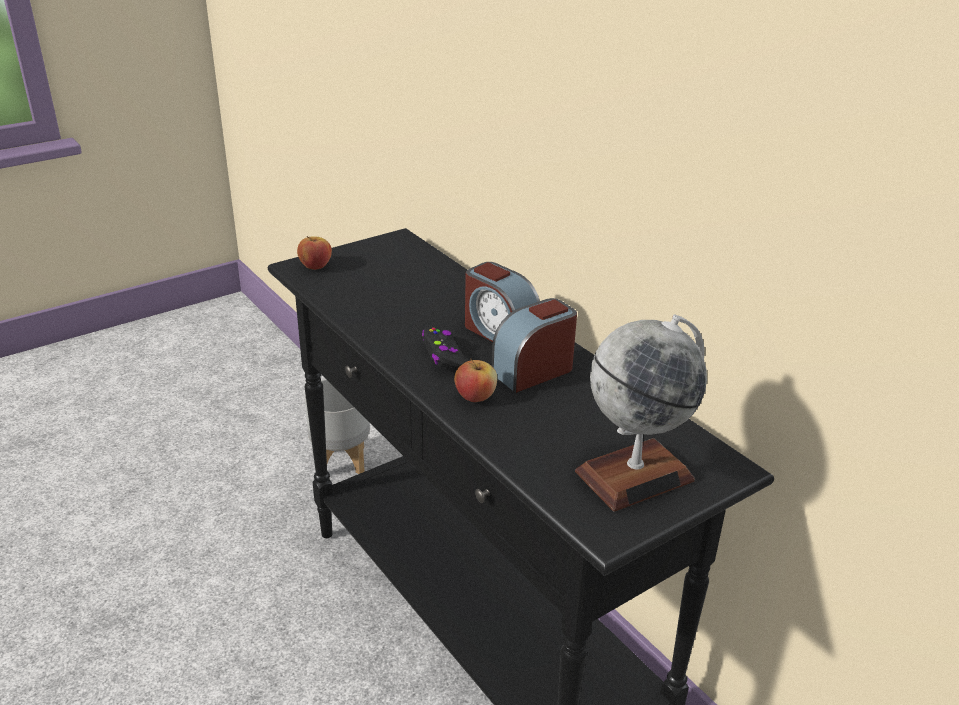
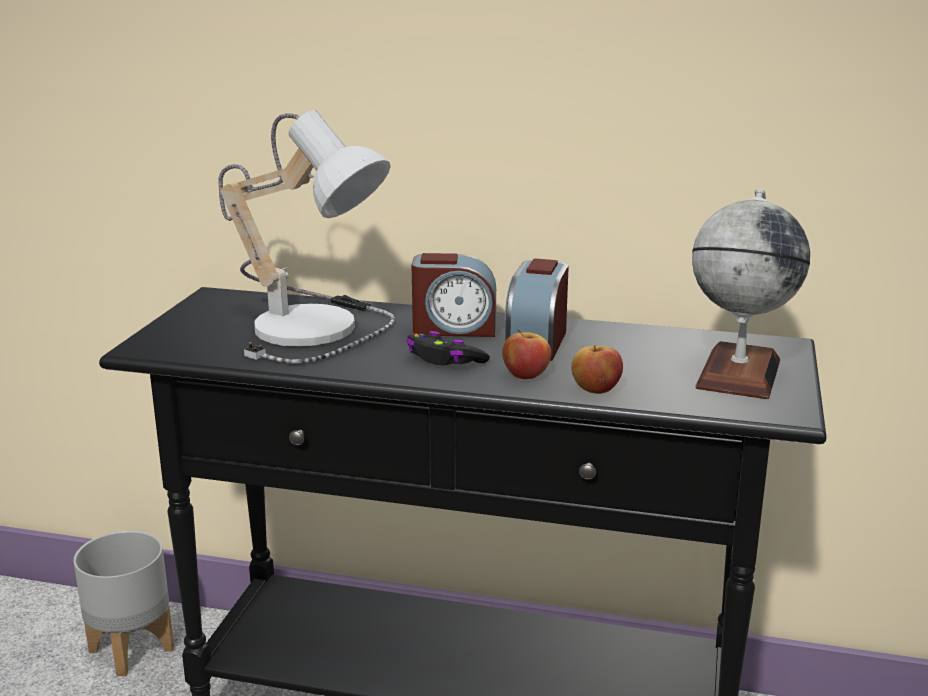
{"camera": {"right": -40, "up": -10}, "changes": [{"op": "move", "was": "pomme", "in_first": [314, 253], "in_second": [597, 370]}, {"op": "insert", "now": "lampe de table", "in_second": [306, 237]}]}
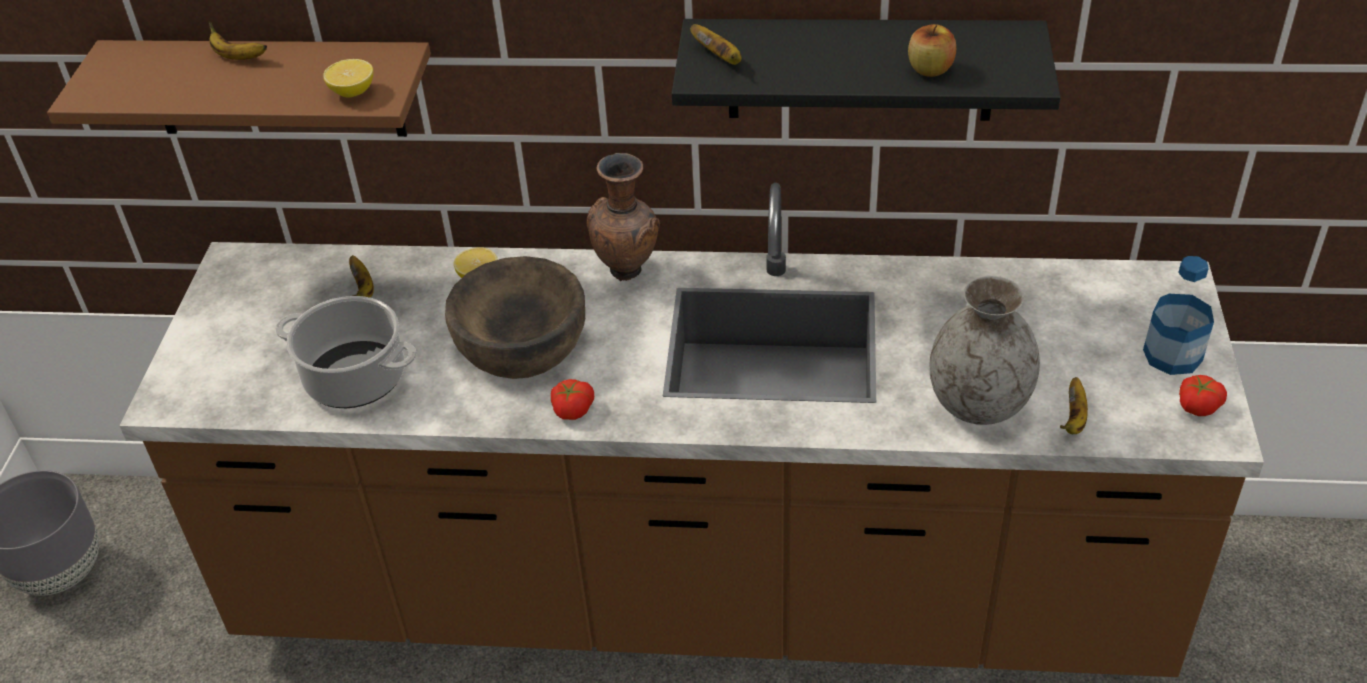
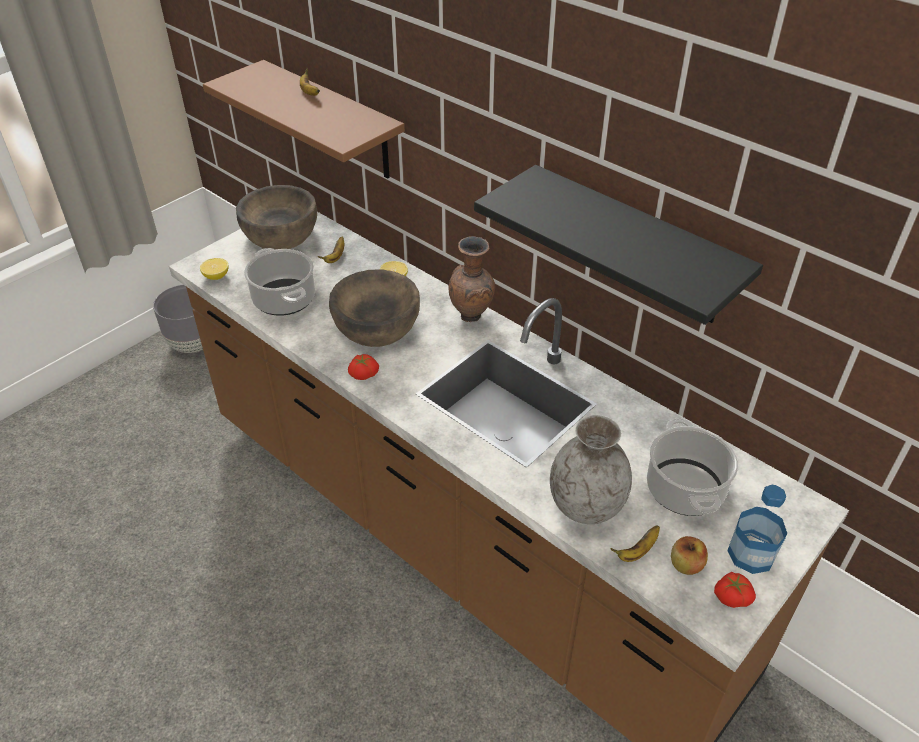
{"camera": {"right": 35, "up": 0}, "changes": [{"op": "delete", "was": "banane", "in_first": [716, 44]}, {"op": "move", "was": "pomme", "in_first": [932, 50], "in_second": [689, 555]}, {"op": "move", "was": "citron", "in_first": [348, 78], "in_second": [214, 269]}, {"op": "insert", "now": "bol/marron", "in_second": [276, 217]}, {"op": "insert", "now": "marmite", "in_second": [692, 467]}]}
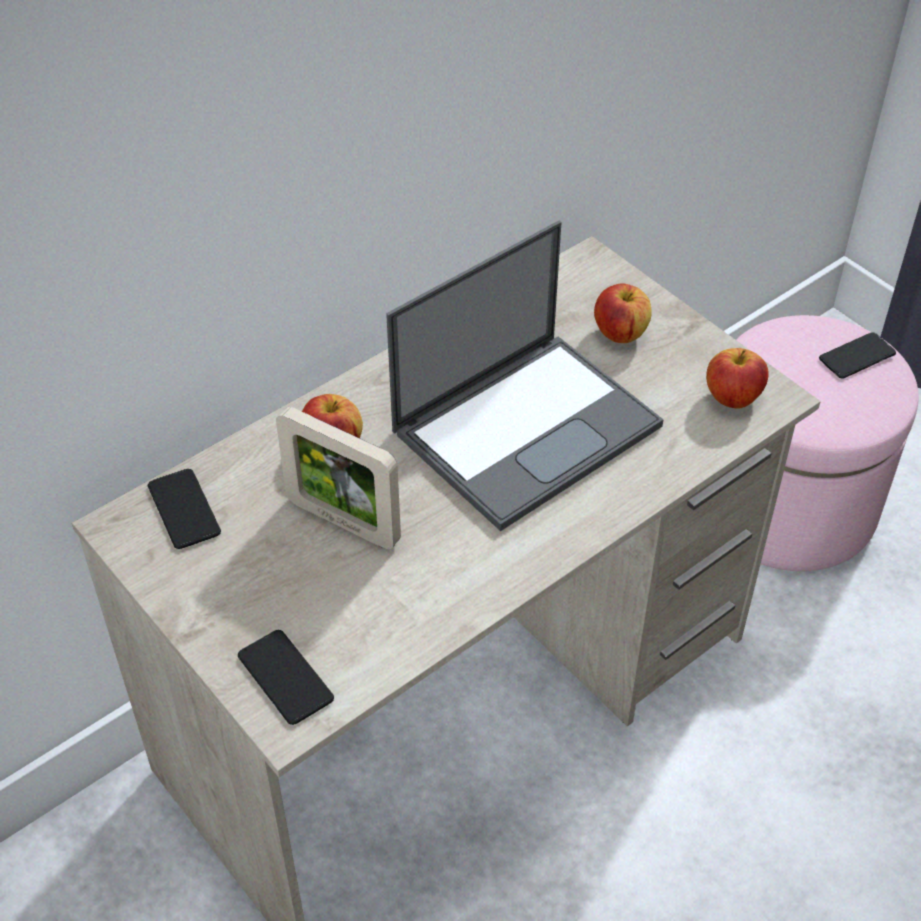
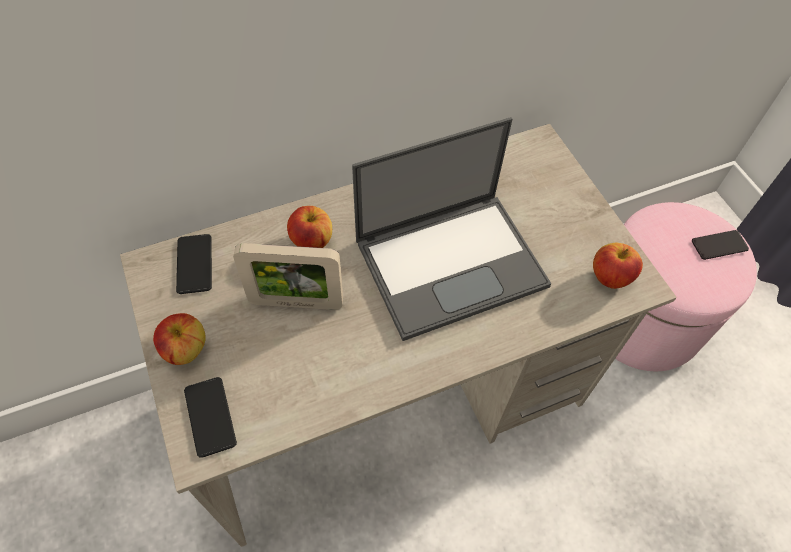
{"camera": {"right": 15, "up": 10}, "changes": [{"op": "move", "was": "pomme", "in_first": [623, 313], "in_second": [179, 339]}, {"op": "rotate", "was": "cadre photo", "in_first": [338, 478], "in_second": [288, 276], "clockwise": -45}]}
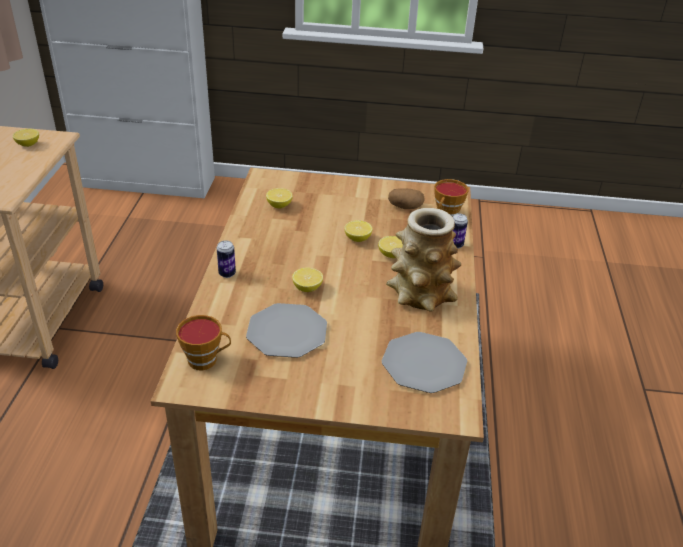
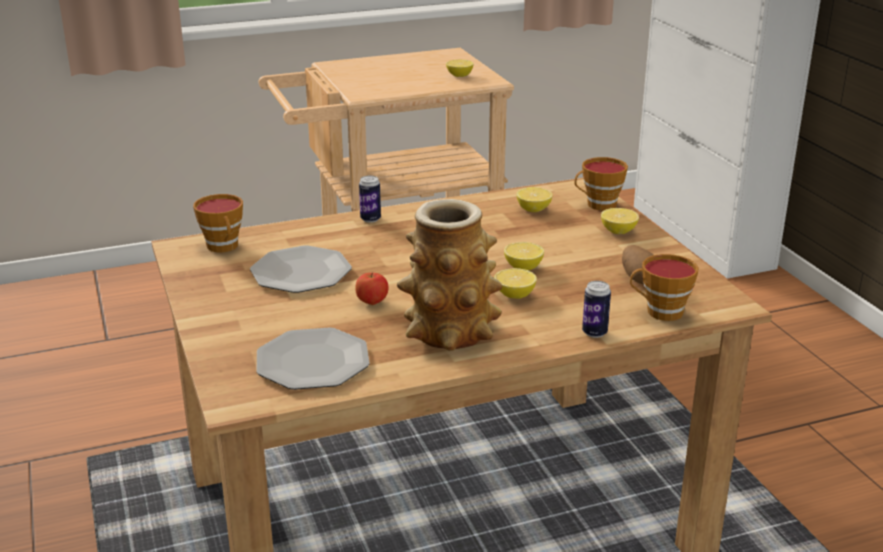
{"camera": {"right": 65, "up": -10}, "changes": [{"op": "move", "was": "citron", "in_first": [307, 280], "in_second": [620, 221]}, {"op": "insert", "now": "tasse", "in_second": [601, 184]}, {"op": "insert", "now": "pomme", "in_second": [372, 289]}]}
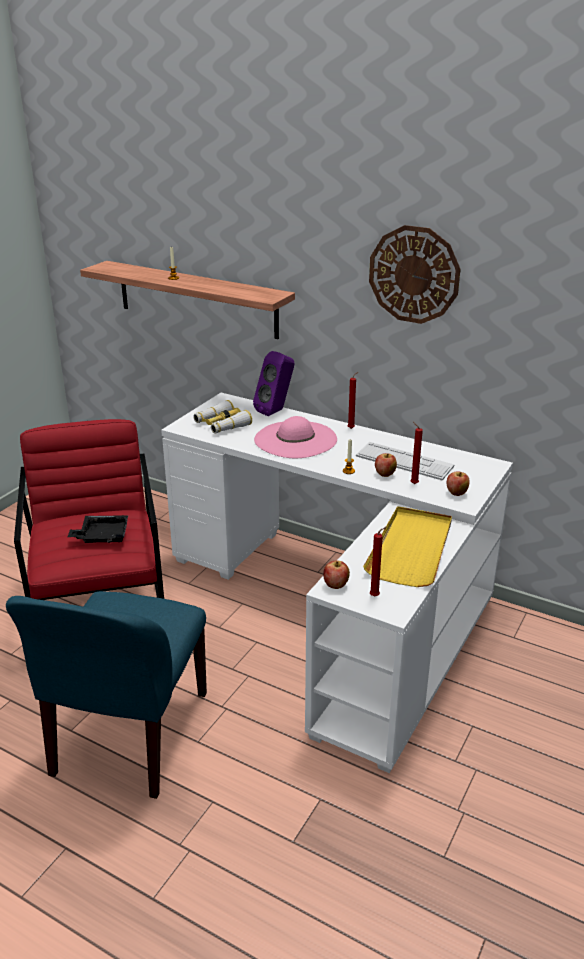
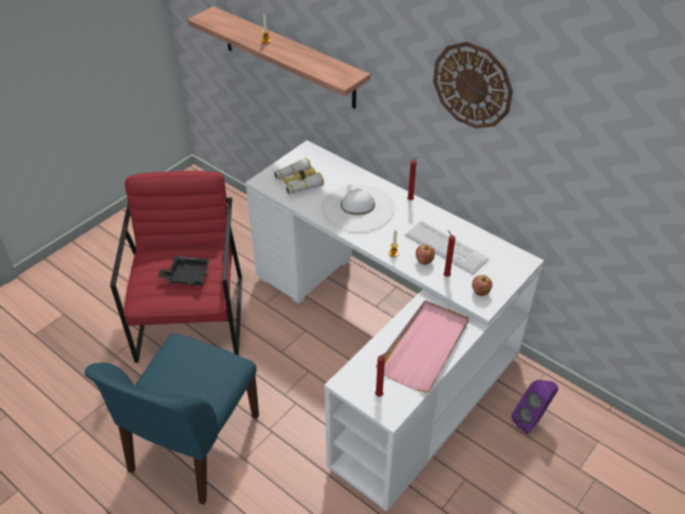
{"camera": {"right": 10, "up": 15}, "changes": [{"op": "move", "was": "enceinte/violet", "in_first": [274, 383], "in_second": [534, 407]}, {"op": "recolor", "was": "chapeau/rose", "now": "chapeau/blanc", "in_first": [295, 437], "in_second": [358, 209]}, {"op": "recolor", "was": "plateau/jaune", "now": "plateau/rose", "in_first": [407, 546], "in_second": [422, 346]}, {"op": "delete", "was": "pomme", "in_first": [336, 574]}]}
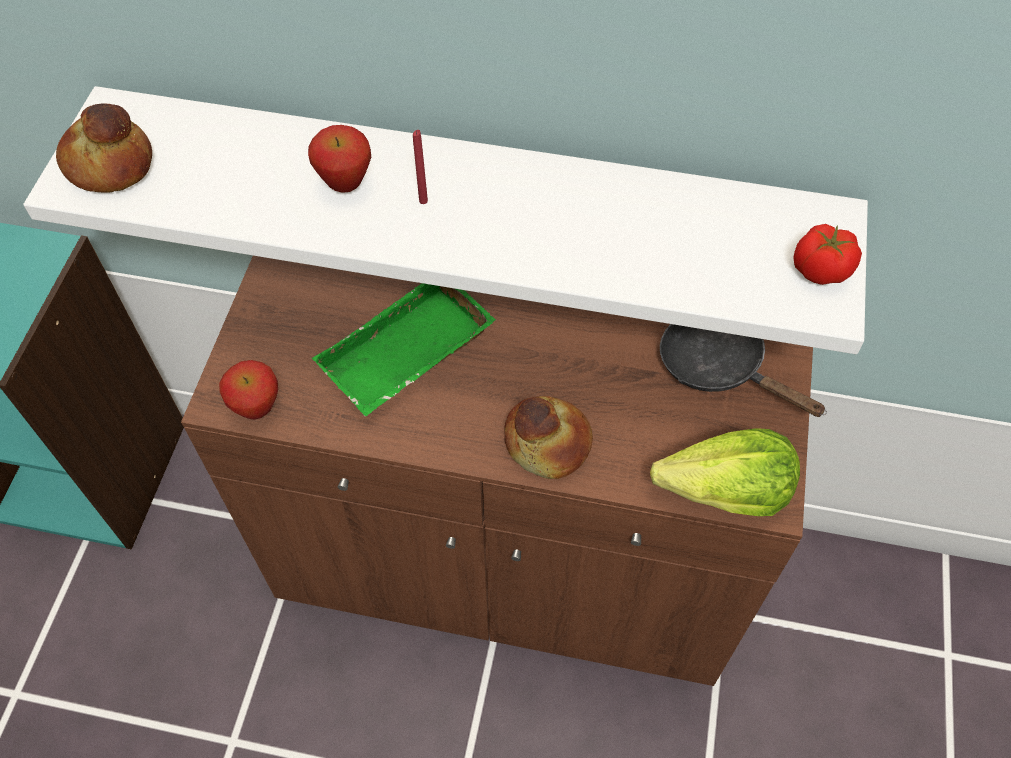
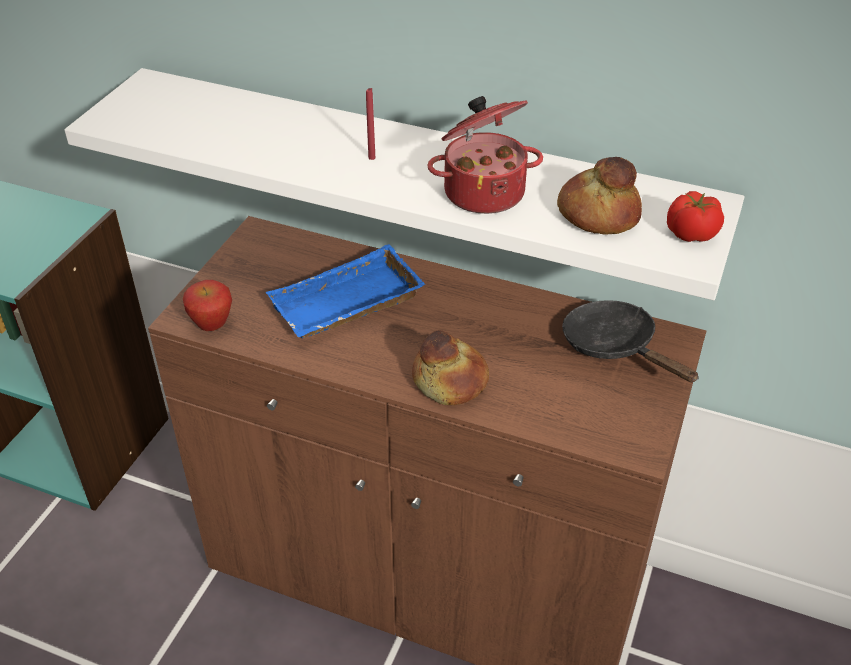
{"camera": {"right": 10, "up": -15}, "changes": [{"op": "move", "was": "pain", "in_first": [104, 148], "in_second": [599, 196]}, {"op": "delete", "was": "pomme", "in_first": [339, 159]}, {"op": "recolor", "was": "plateau/vert", "now": "plateau/bleu", "in_first": [404, 349], "in_second": [346, 291]}, {"op": "delete", "was": "laitue", "in_first": [725, 472]}, {"op": "insert", "now": "marmite", "in_second": [485, 155]}]}
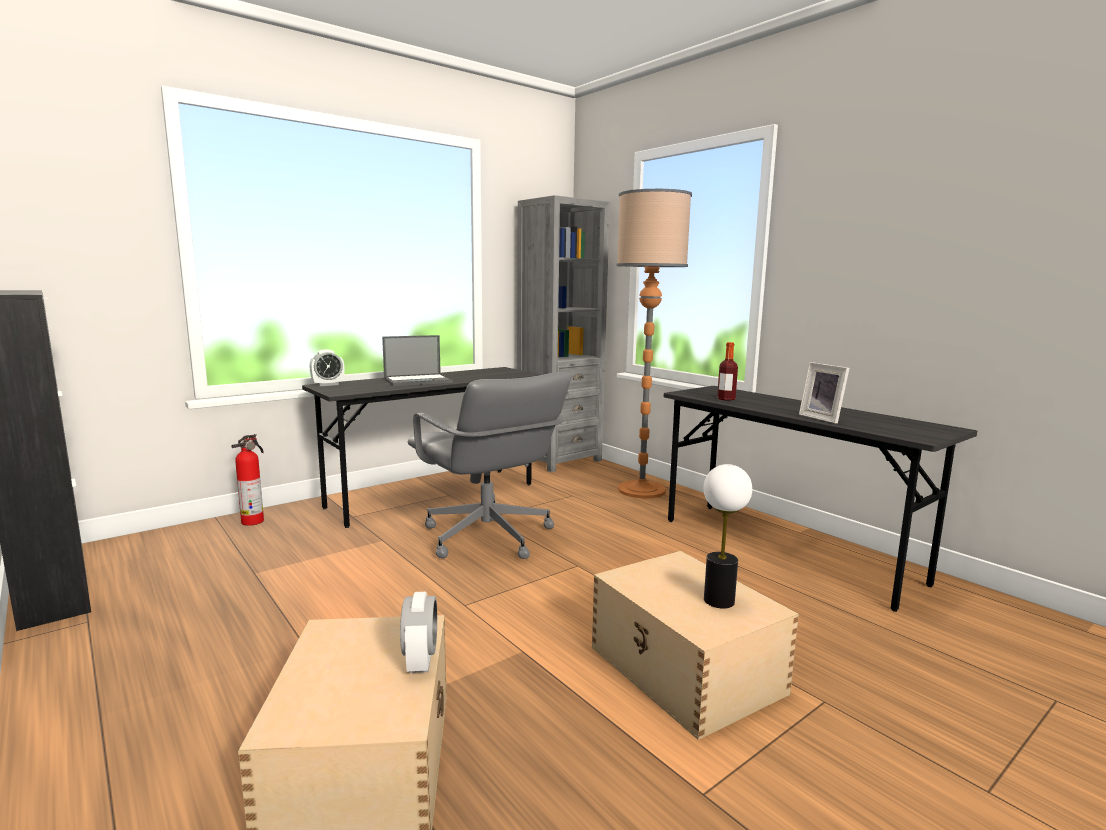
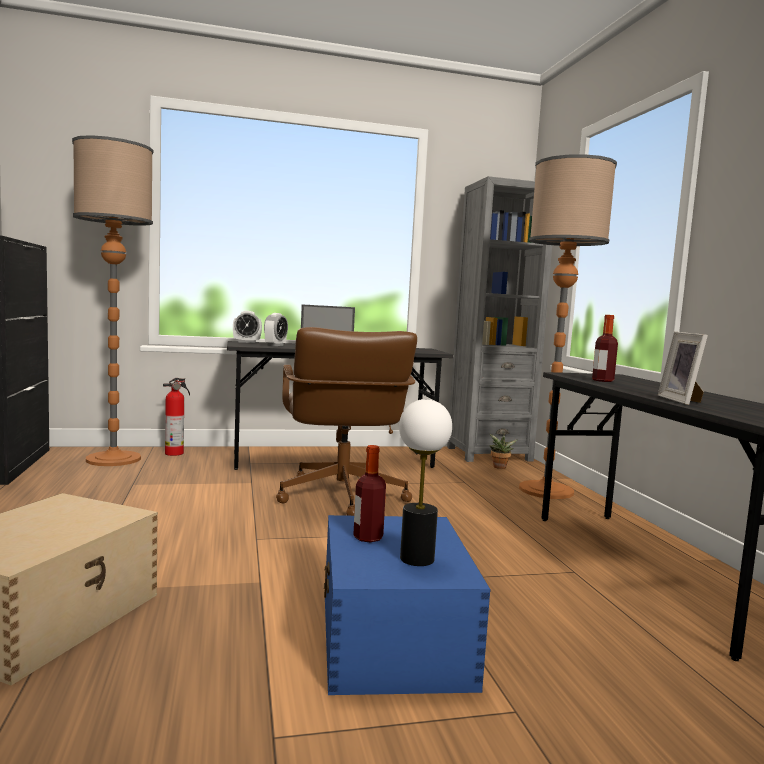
{"camera": {"right": 25, "up": -5}, "changes": [{"op": "recolor", "was": "chaise de bureau/gris", "now": "chaise de bureau/marron", "in_first": [489, 465], "in_second": [346, 421]}, {"op": "recolor", "was": "boîte de rangement/beige", "now": "boîte de rangement/bleu", "in_first": [695, 645], "in_second": [407, 605]}, {"op": "move", "was": "réveil", "in_first": [418, 632], "in_second": [276, 329]}, {"op": "insert", "now": "lampadaire", "in_second": [112, 300]}, {"op": "insert", "now": "plante en pot", "in_second": [503, 451]}, {"op": "insert", "now": "bouteille", "in_second": [369, 493]}]}
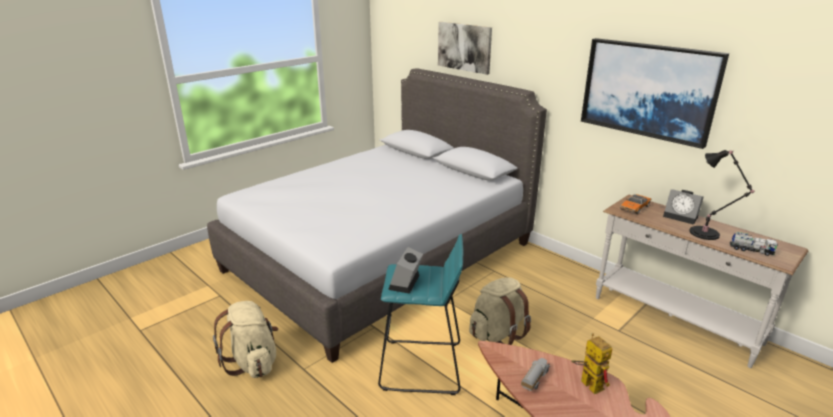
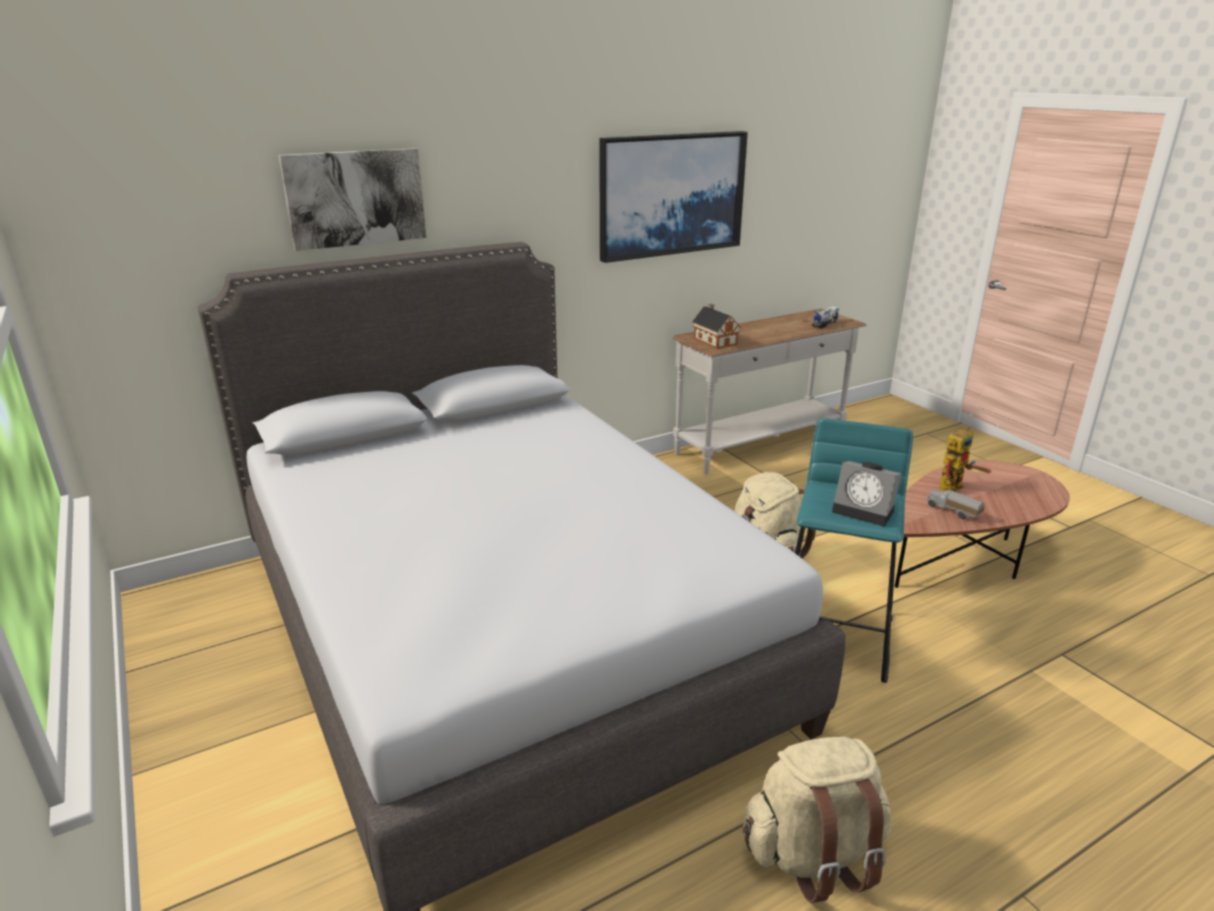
{"camera": {"right": -75, "up": 0}, "changes": [{"op": "delete", "was": "lampe de table/noir", "in_first": [722, 195]}, {"op": "delete", "was": "réveil", "in_first": [683, 207]}, {"op": "replace", "was": "petite voiture", "now": "maison miniature", "in_first": [635, 204], "in_second": [716, 326]}, {"op": "rotate", "was": "robot jouet", "in_first": [591, 363], "in_second": [957, 459], "clockwise": 150}]}
